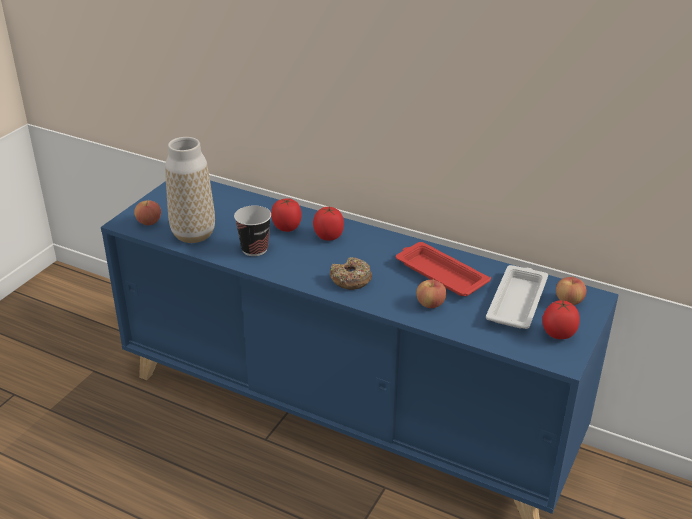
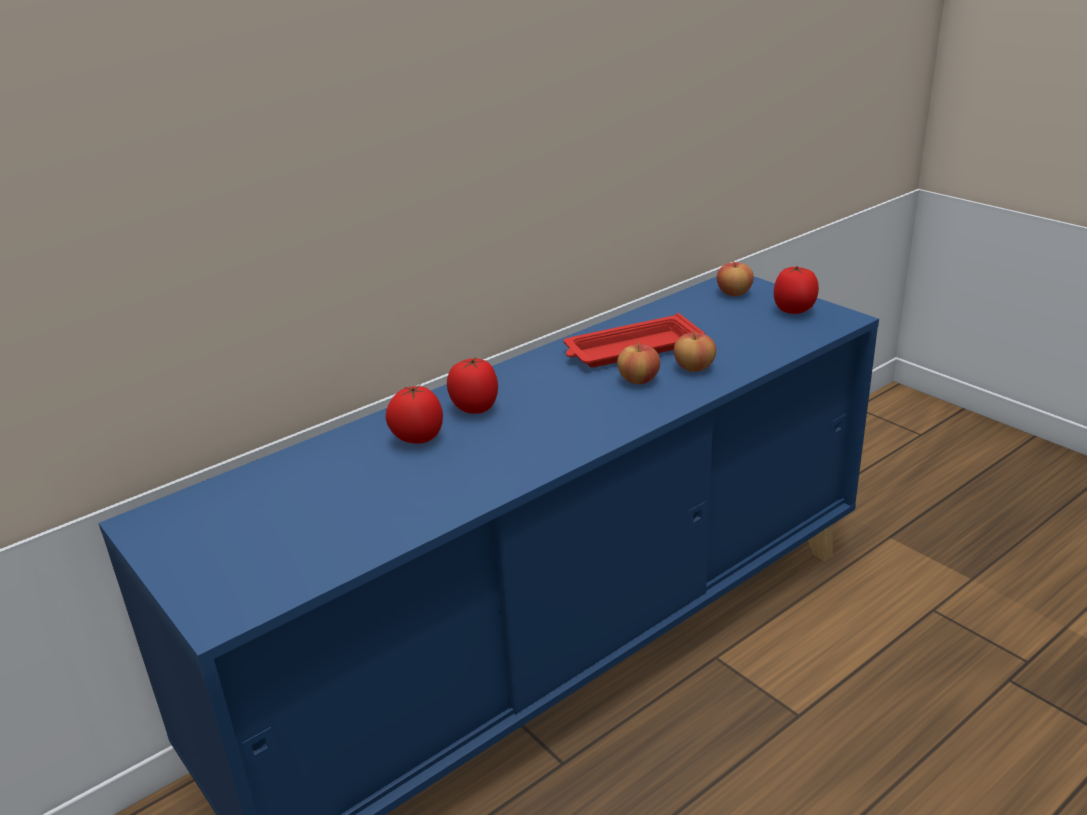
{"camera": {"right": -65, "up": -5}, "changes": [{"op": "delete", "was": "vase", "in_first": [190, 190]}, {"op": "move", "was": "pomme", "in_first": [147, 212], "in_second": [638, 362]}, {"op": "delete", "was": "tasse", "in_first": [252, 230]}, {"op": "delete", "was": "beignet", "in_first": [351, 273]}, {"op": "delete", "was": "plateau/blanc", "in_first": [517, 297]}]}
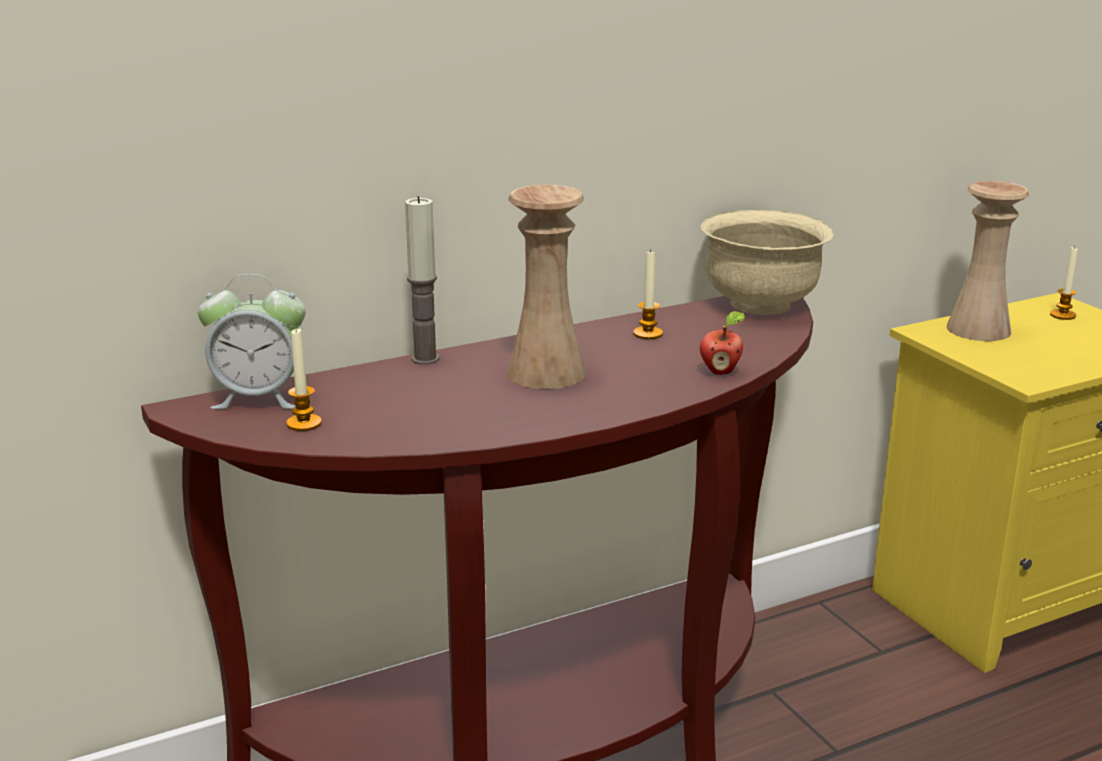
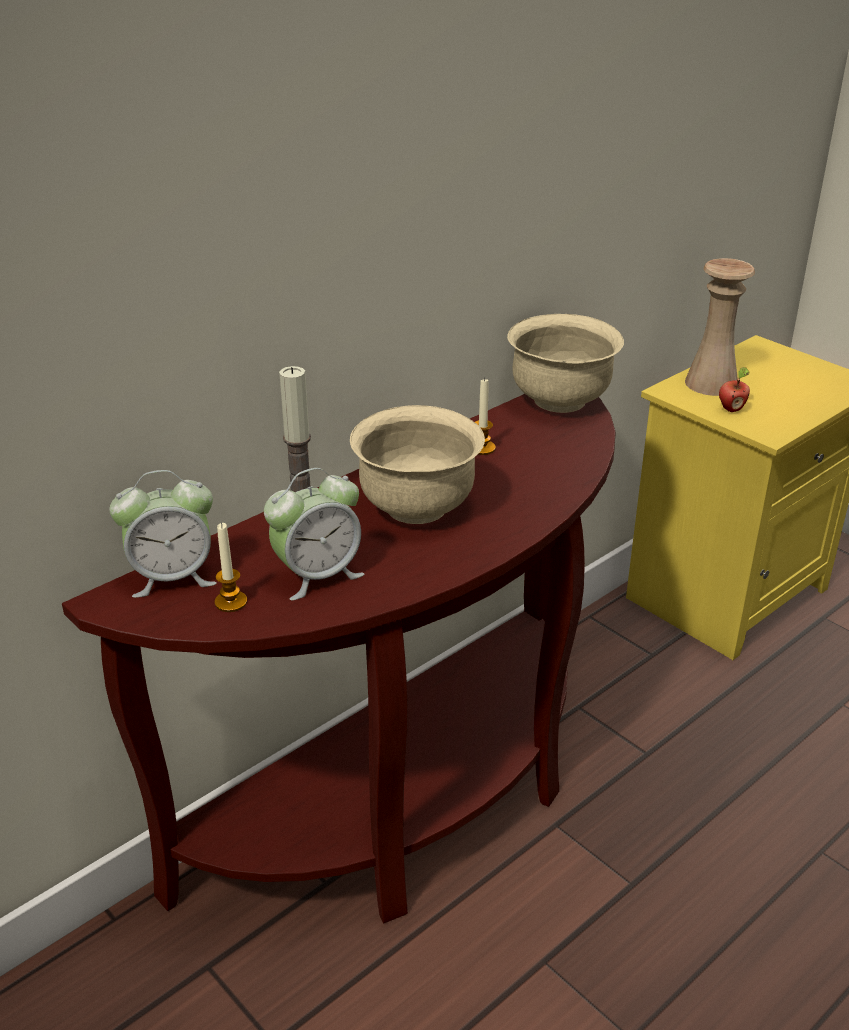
{"camera": {"right": -15, "up": 10}, "changes": [{"op": "replace", "was": "vase/beige", "now": "bol/beige", "in_first": [546, 287], "in_second": [417, 464]}, {"op": "delete", "was": "bougie", "in_first": [1064, 283]}, {"op": "move", "was": "pomme", "in_first": [722, 343], "in_second": [734, 389]}, {"op": "insert", "now": "réveil", "in_second": [314, 534]}]}
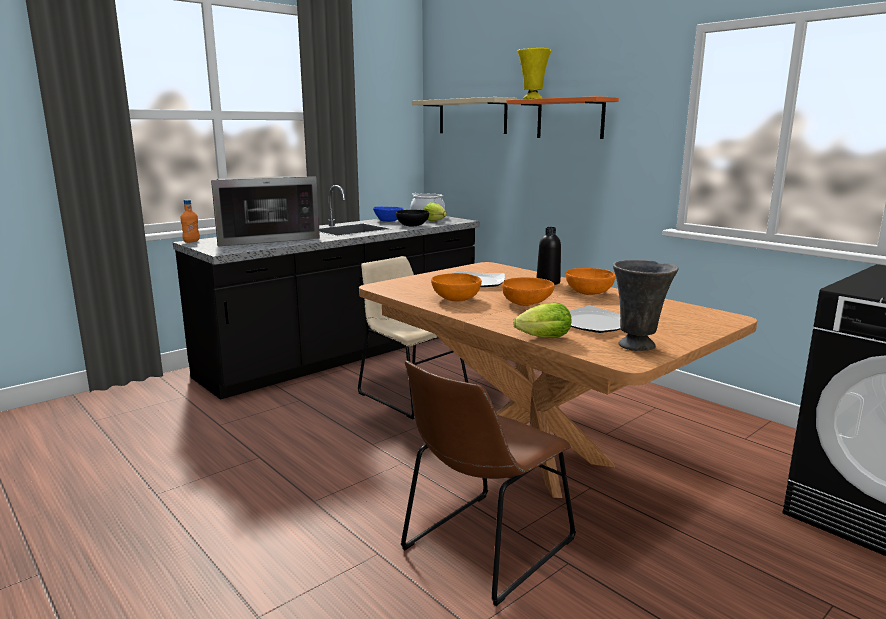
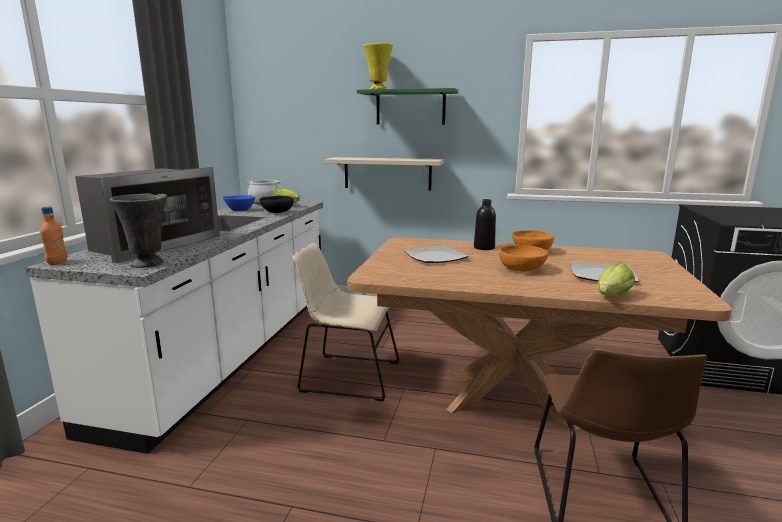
{"camera": {"right": -35, "up": 0}, "changes": [{"op": "recolor", "was": "étagère/orange", "now": "étagère/vert", "in_first": [562, 117], "in_second": [407, 106]}, {"op": "move", "was": "étagère/beige", "in_first": [464, 115], "in_second": [384, 174]}, {"op": "recolor", "was": "comptoir de cuisine/noir", "now": "comptoir de cuisine/blanc", "in_first": [326, 292], "in_second": [174, 327]}, {"op": "move", "was": "vase/gris", "in_first": [645, 305], "in_second": [138, 230]}, {"op": "delete", "was": "bol/orange", "in_first": [456, 287]}]}
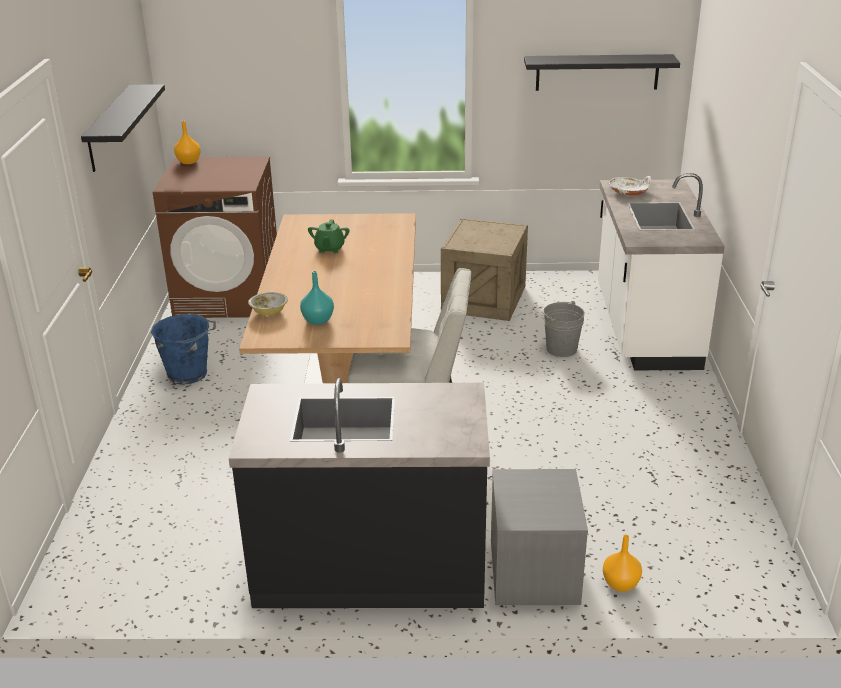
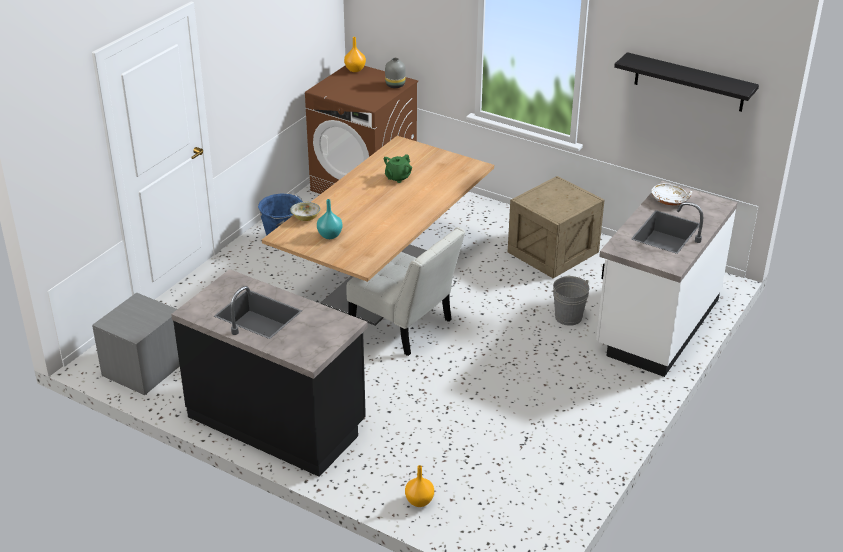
{"camera": {"right": 30, "up": 5}, "changes": [{"op": "delete", "was": "étagère/noir", "in_first": [123, 128]}, {"op": "move", "was": "table de chevet/gris", "in_first": [539, 537], "in_second": [136, 344]}, {"op": "insert", "now": "vase/gris", "in_second": [395, 73]}]}
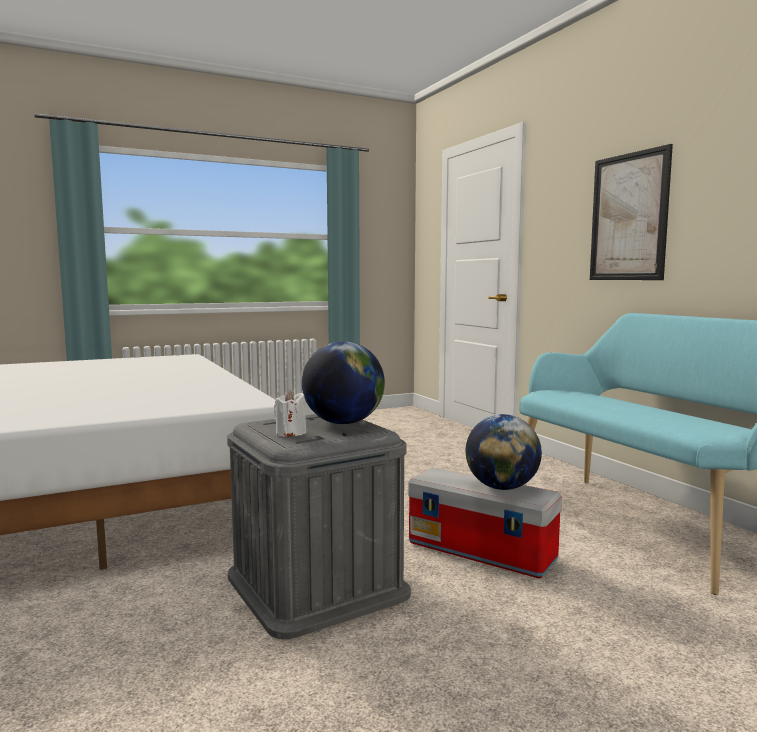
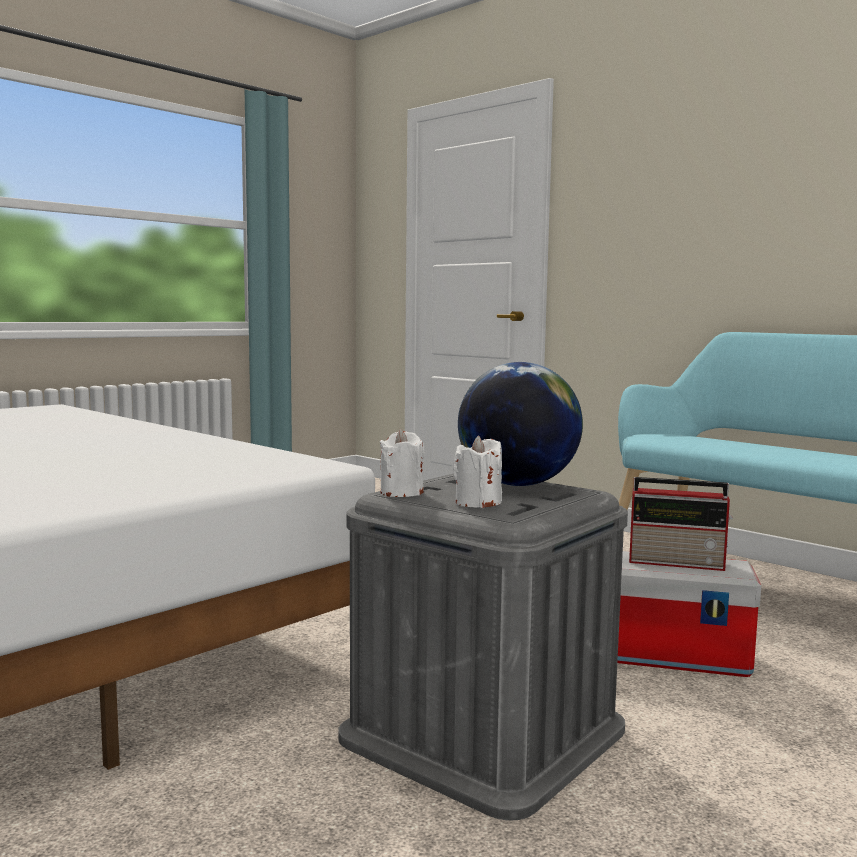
{"camera": {"right": -20, "up": 0}, "changes": [{"op": "delete", "was": "tableau", "in_first": [631, 212]}, {"op": "replace", "was": "globe", "now": "radio", "in_first": [504, 452], "in_second": [681, 524]}, {"op": "insert", "now": "bougie/blanc", "in_second": [402, 463]}]}
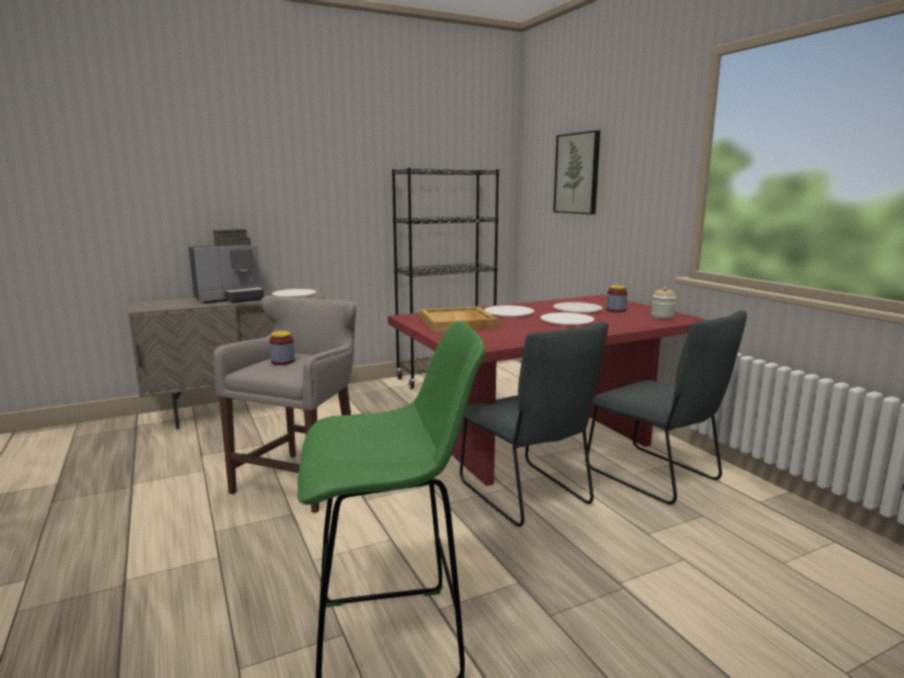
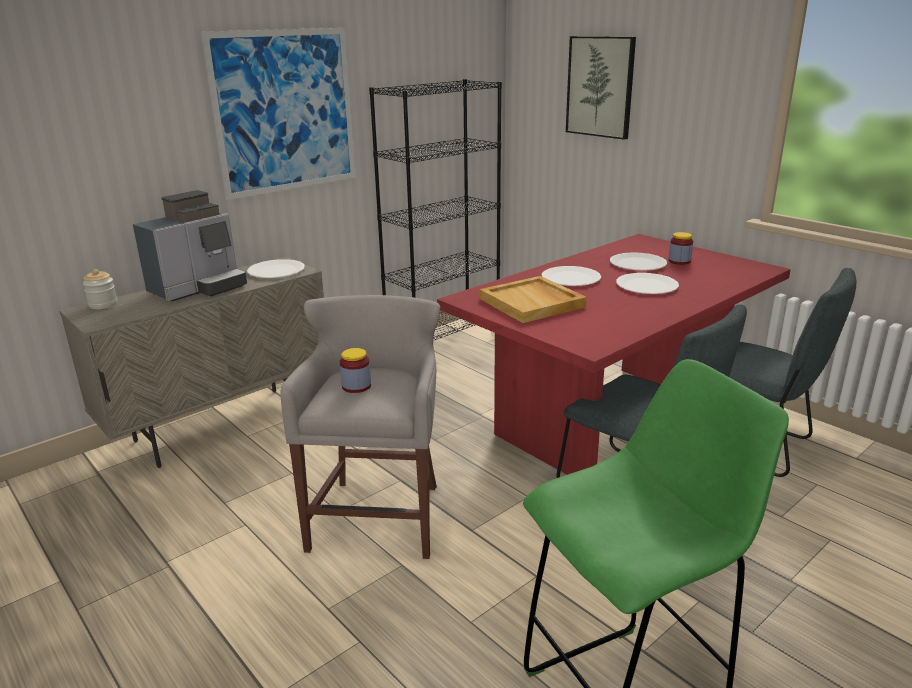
{"camera": {"right": -15, "up": 10}, "changes": [{"op": "move", "was": "bocal", "in_first": [663, 303], "in_second": [100, 289]}, {"op": "insert", "now": "tableau", "in_second": [278, 114]}]}
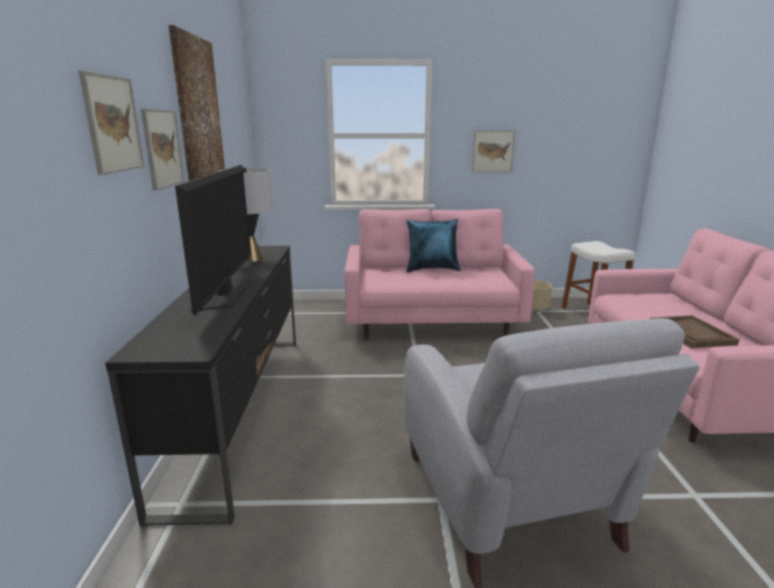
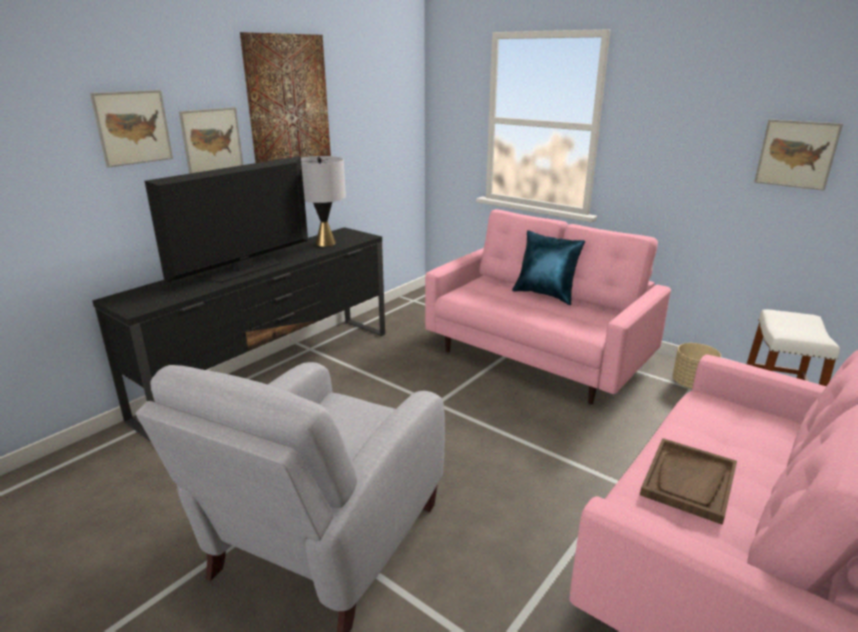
{"camera": {"right": 40, "up": 5}, "changes": [{"op": "move", "was": "tableau", "in_first": [493, 151], "in_second": [798, 155]}]}
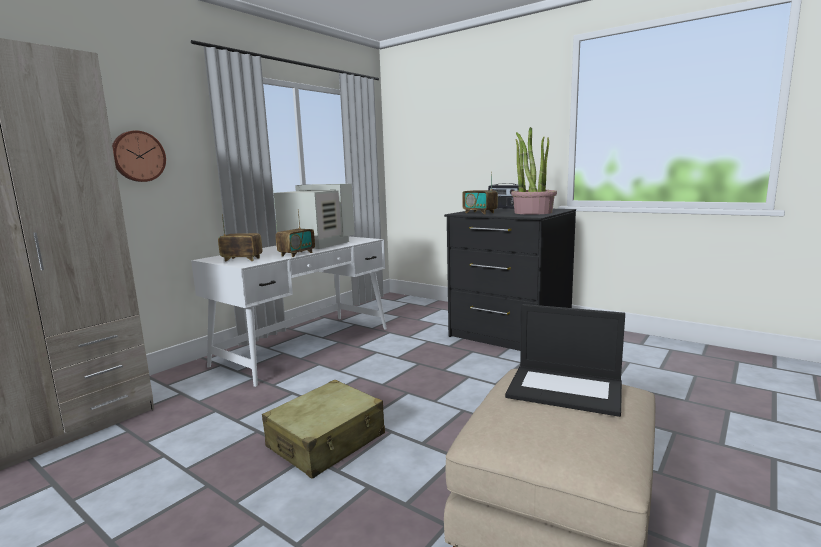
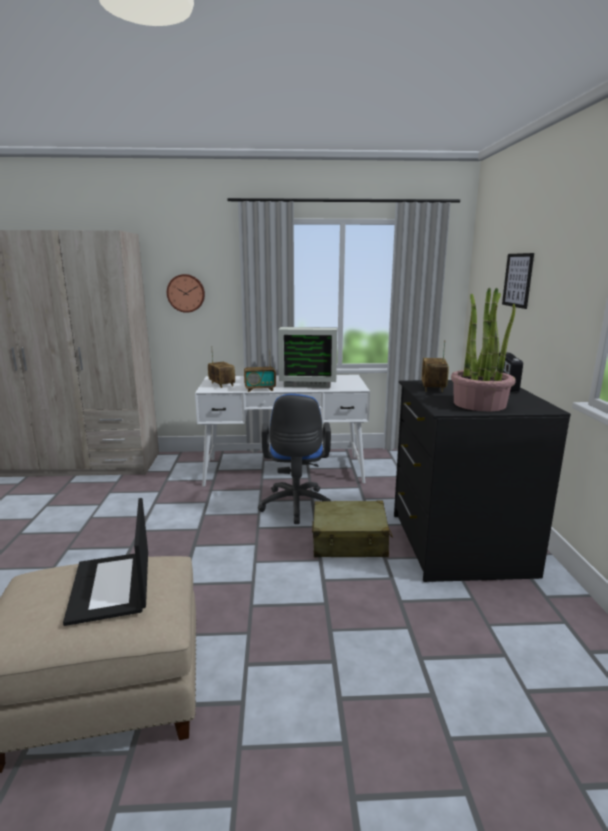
{"camera": {"right": 50, "up": 5}, "changes": [{"op": "rotate", "was": "écran d'ordinateur", "in_first": [314, 216], "in_second": [307, 357], "clockwise": 105}, {"op": "move", "was": "valise/beige", "in_first": [323, 429], "in_second": [352, 528]}, {"op": "insert", "now": "tableau", "in_second": [518, 281]}, {"op": "insert", "now": "chaise de bureau/bleu", "in_second": [294, 459]}]}
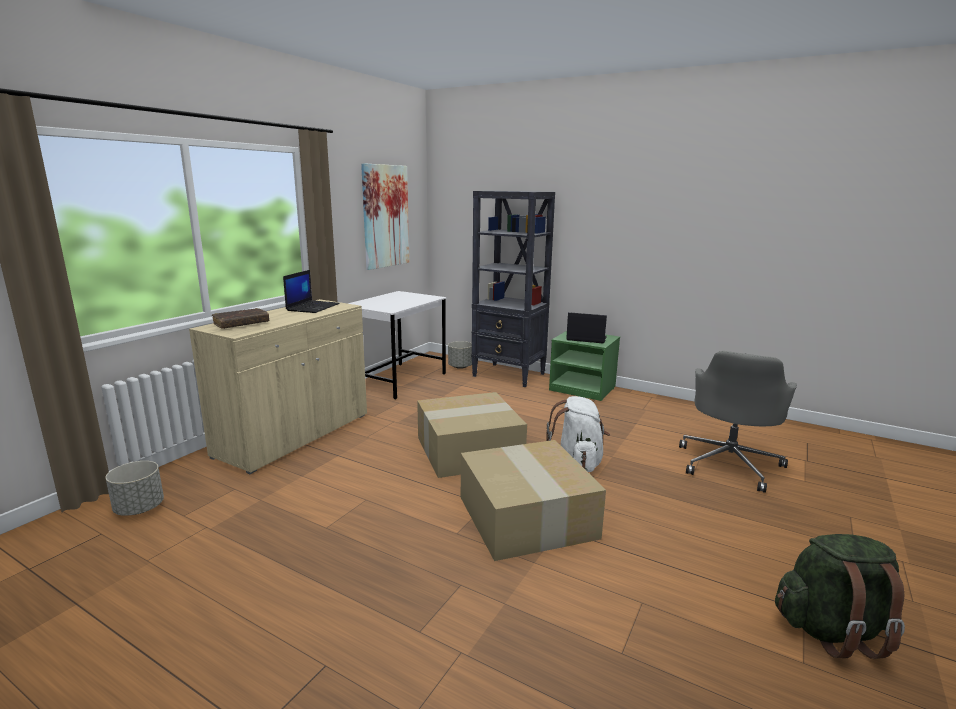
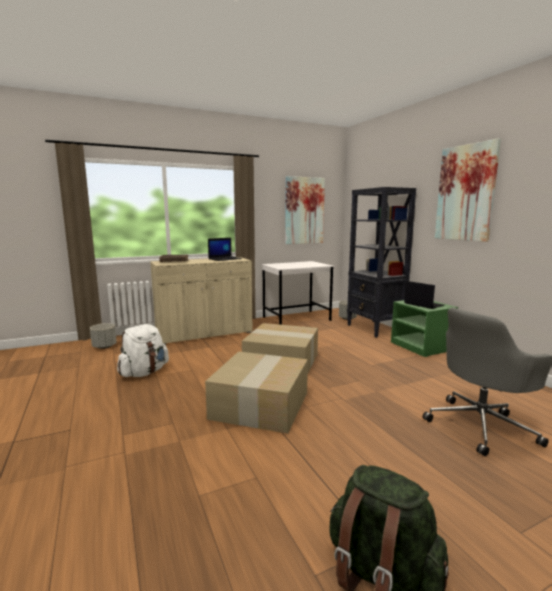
{"camera": {"right": 35, "up": -5}, "changes": [{"op": "move", "was": "sac à dos/blanc", "in_first": [578, 434], "in_second": [143, 350]}, {"op": "insert", "now": "tableau", "in_second": [468, 190]}]}
